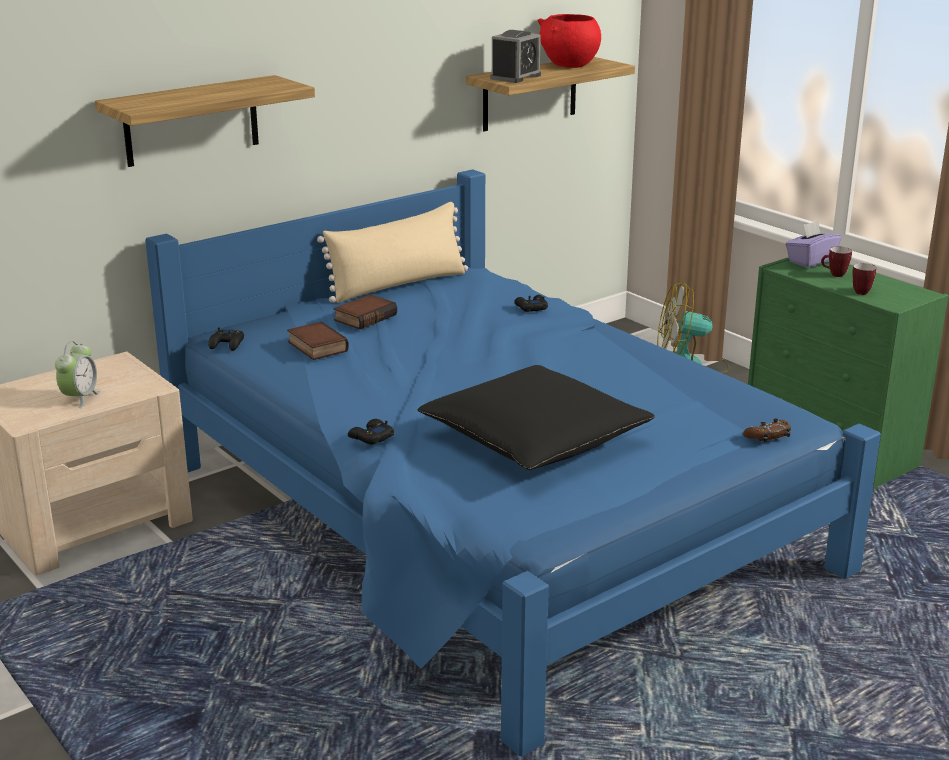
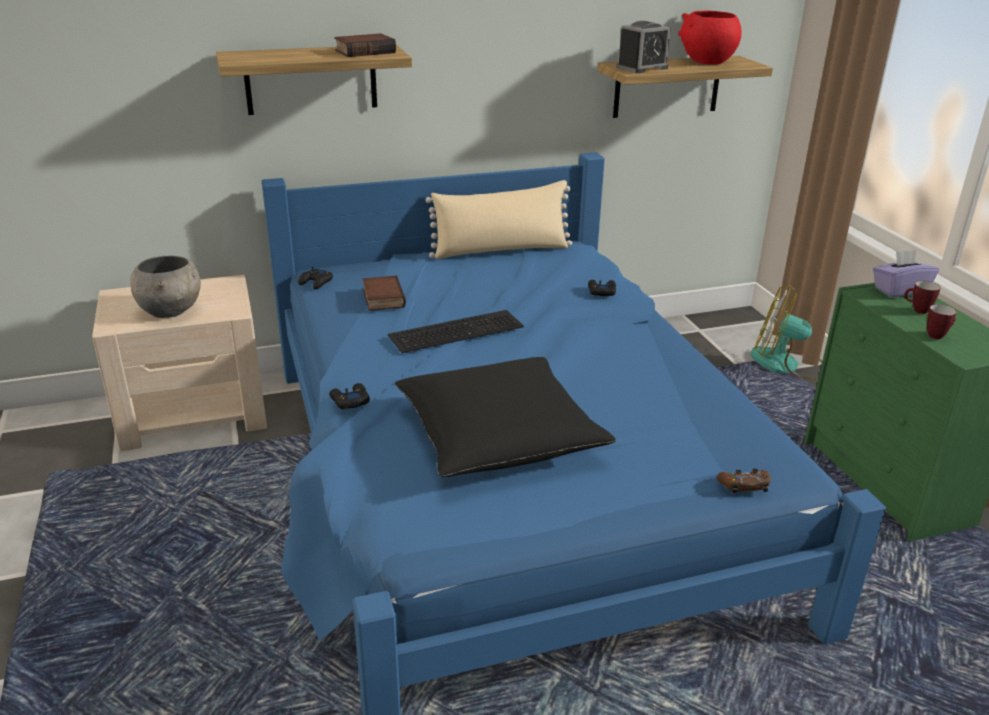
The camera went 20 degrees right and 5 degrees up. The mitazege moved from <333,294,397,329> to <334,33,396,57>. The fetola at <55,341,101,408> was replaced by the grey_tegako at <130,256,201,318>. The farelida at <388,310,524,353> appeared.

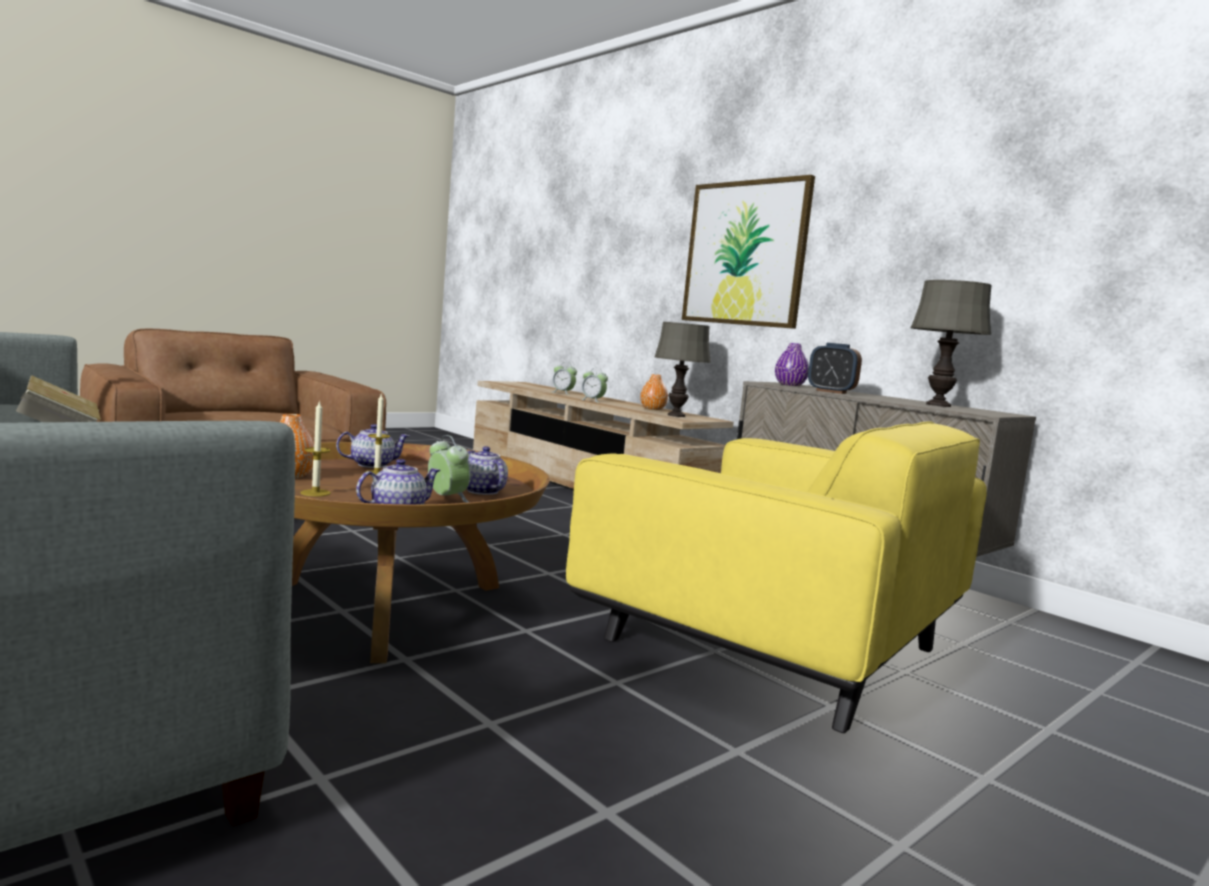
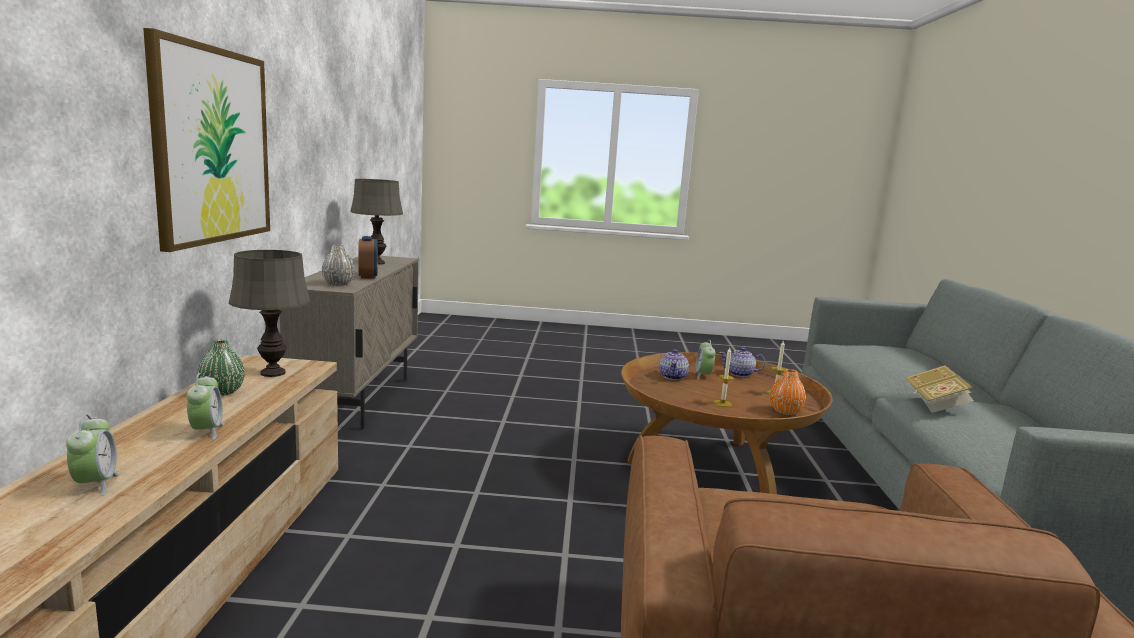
The camera went 135 degrees left and 5 degrees up. The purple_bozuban at <775,343,809,386> became the grey_bozuban at <322,245,355,286>. The orange_bozuban at <640,374,668,410> became the green_bozuban at <197,340,245,396>. The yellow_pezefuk at <566,421,987,733> disappeared. The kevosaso at <336,424,409,468> disappeared.

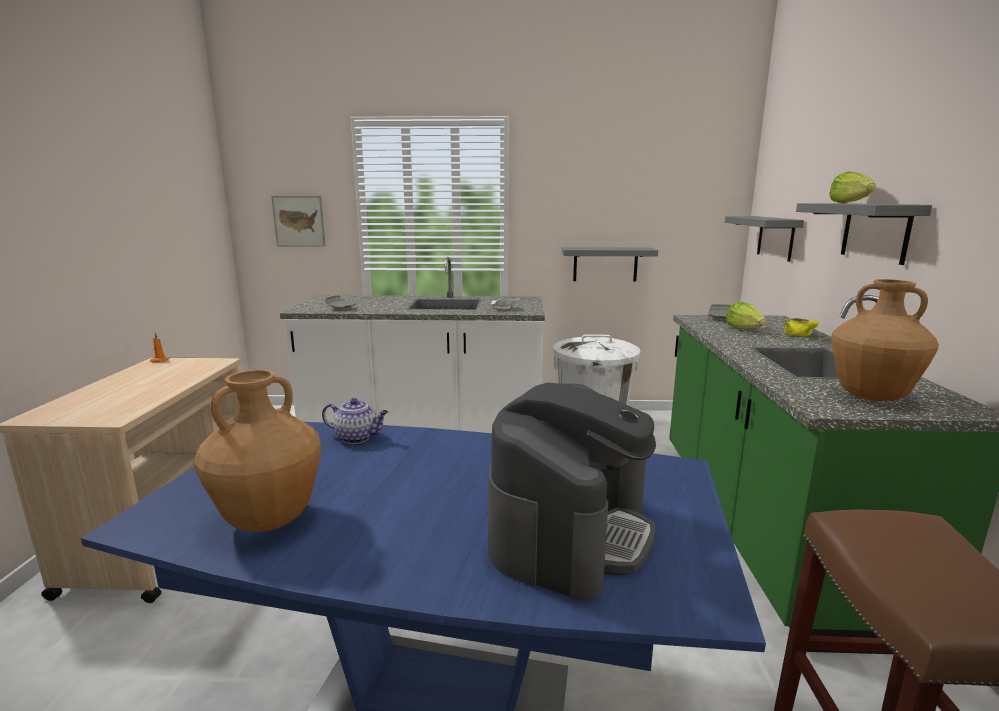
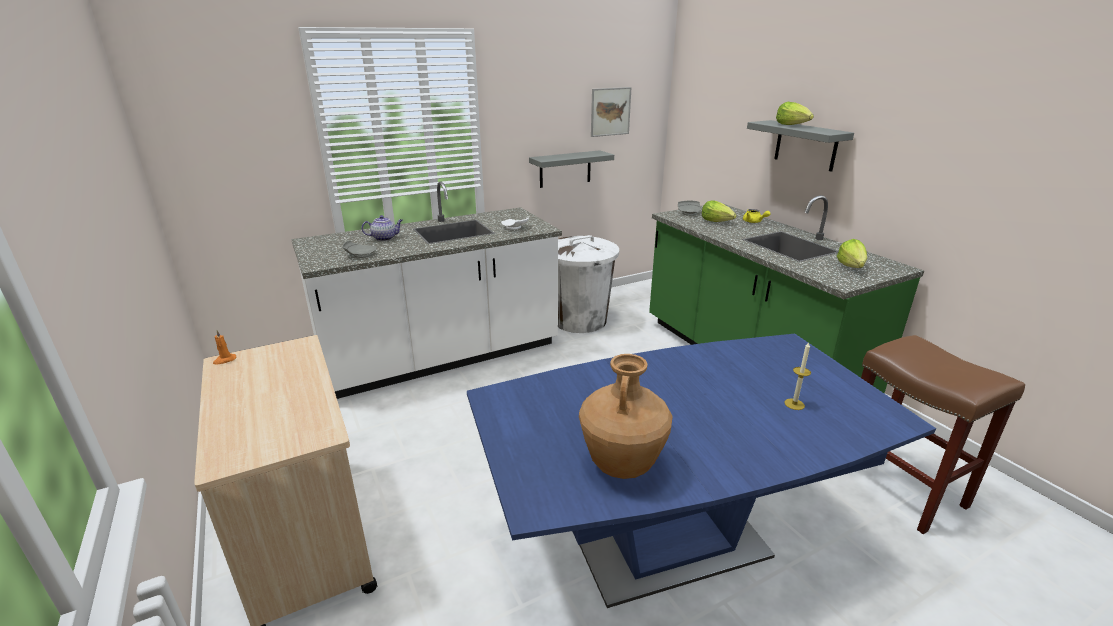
The camera went 30 degrees left and 10 degrees up. The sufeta moved from <271,196,326,247> to <591,87,632,137>. The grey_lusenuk at <725,216,804,262> disappeared. The brown_bozuban at <831,279,939,401> was replaced by the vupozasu at <837,239,867,268>. The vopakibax at <488,383,656,601> was replaced by the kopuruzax at <784,342,811,410>. The kevosaso moved from <322,398,388,444> to <361,215,403,241>.

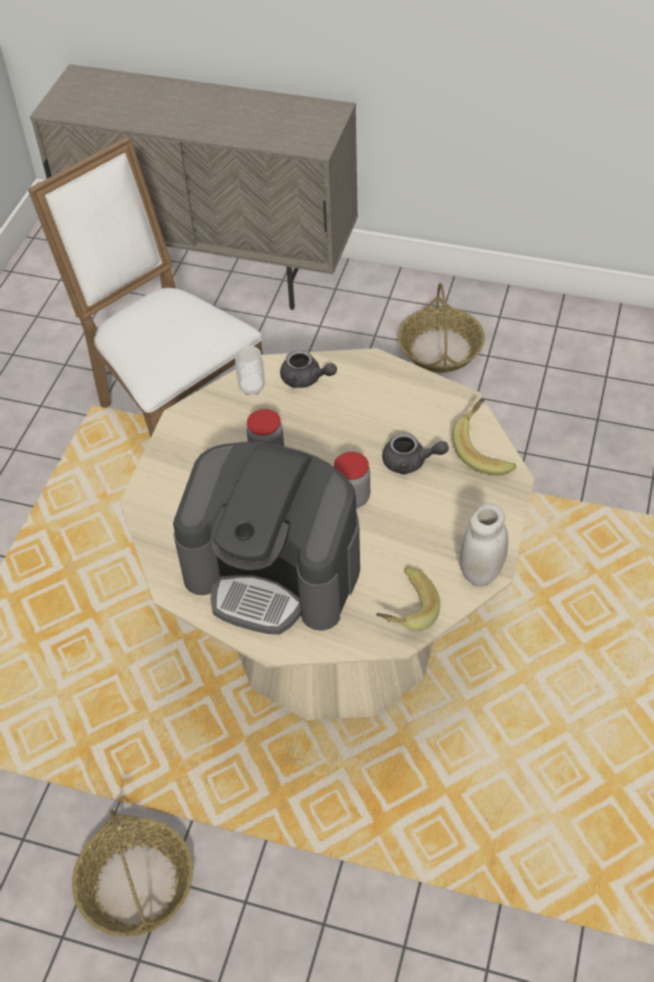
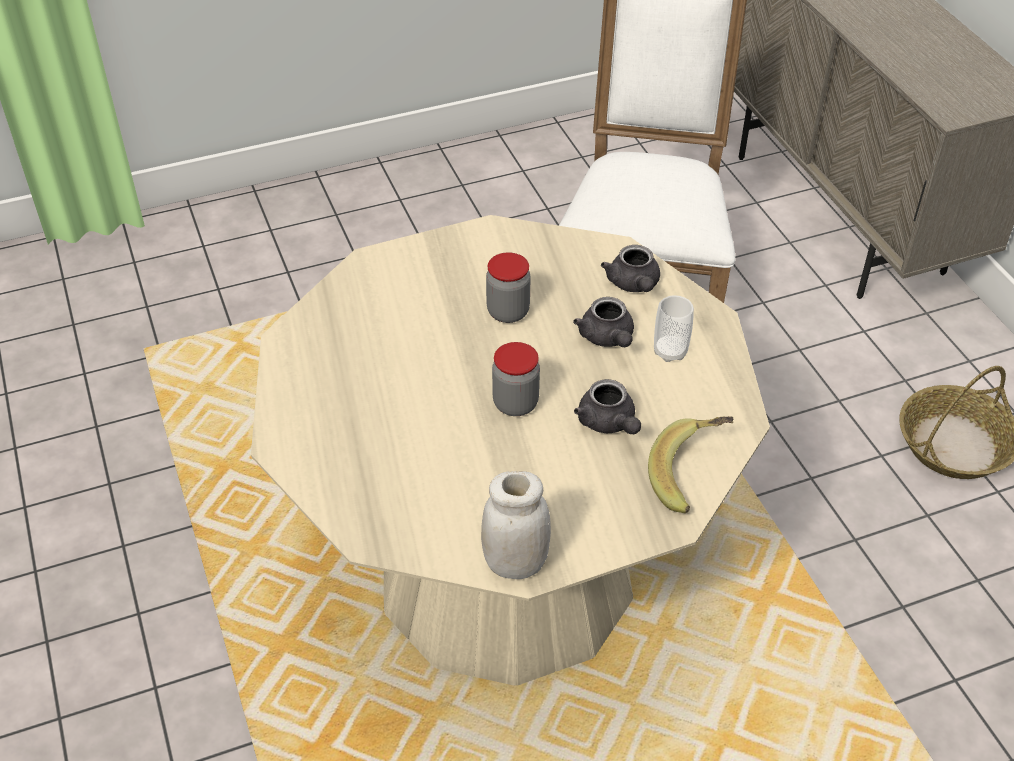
The camera went 50 degrees right and 5 degrees down. The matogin moved from <235,346,264,395> to <654,295,694,362>. The vopakibax at <173,442,360,635> disappeared. The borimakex at <376,567,440,631> disappeared. The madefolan at <72,809,193,937> disappeared. The grey_kevosaso at <573,297,634,347> appeared.

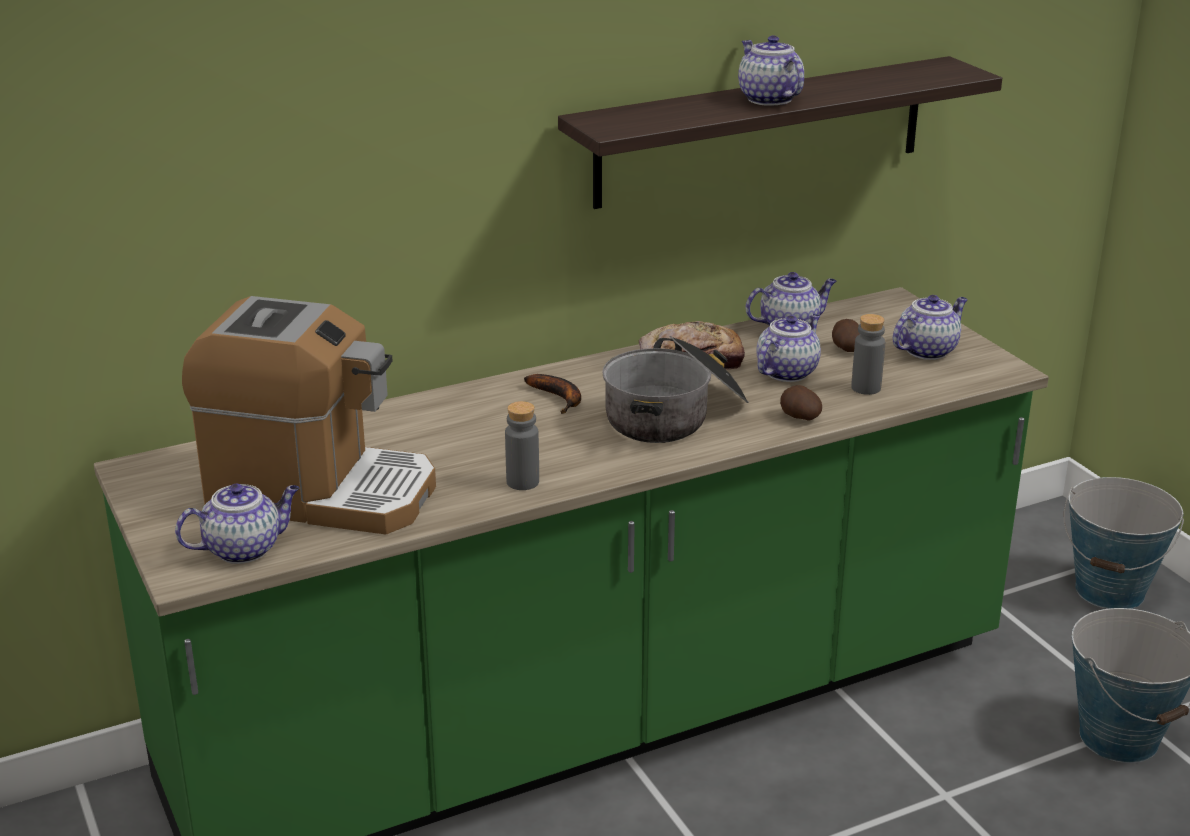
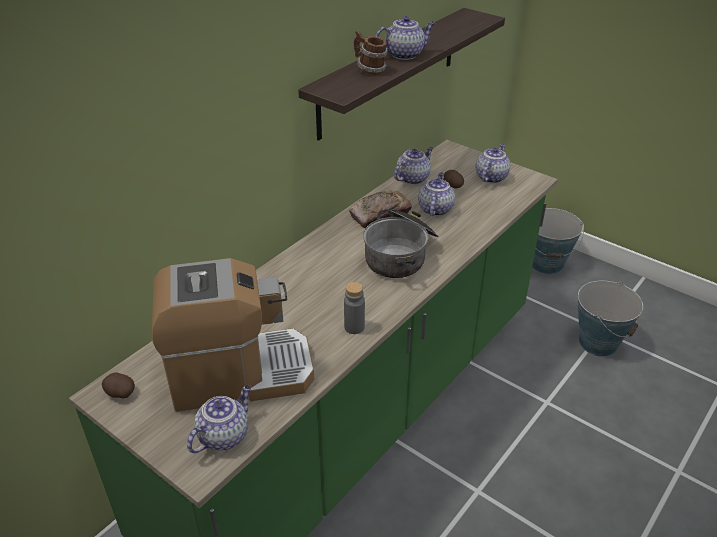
The camera went 25 degrees left and 10 degrees up. The kevosaso at <738,35,804,106> turned 120 degrees clockwise. The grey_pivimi at <851,314,885,395> disappeared. The borimakex at <524,374,581,414> disappeared. The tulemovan moved from <780,385,822,421> to <102,372,135,399>. The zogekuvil at <354,30,388,75> appeared.

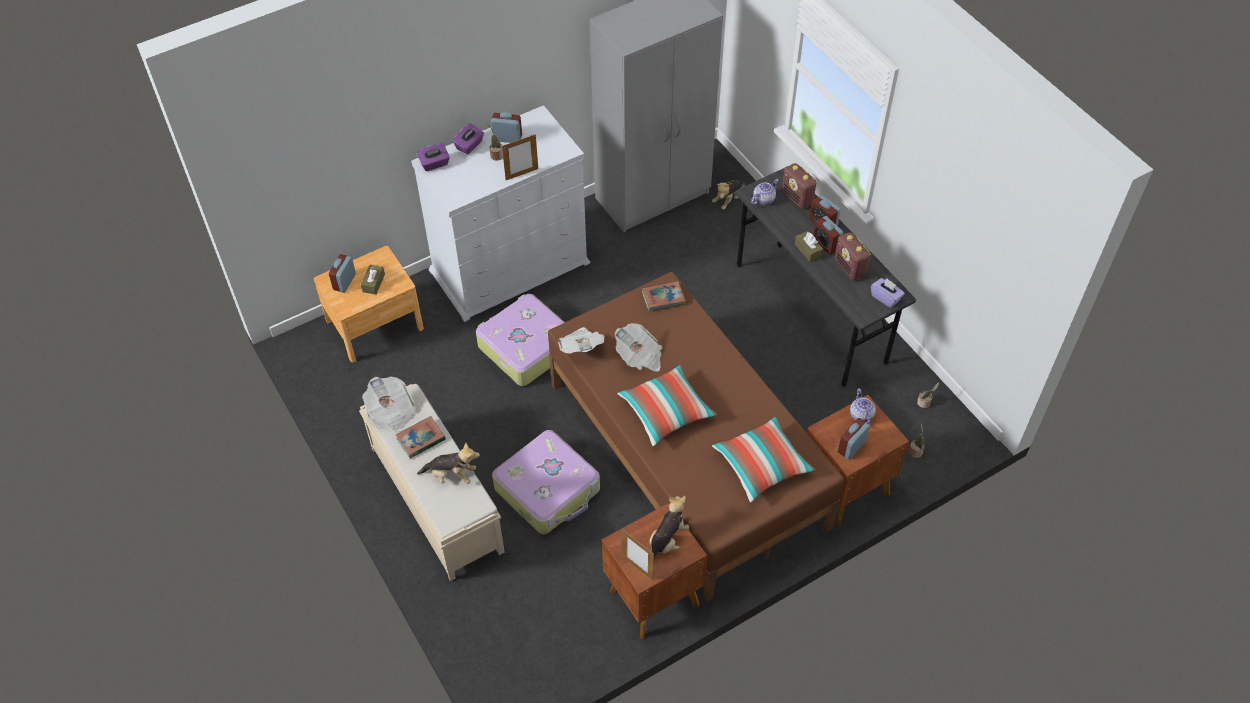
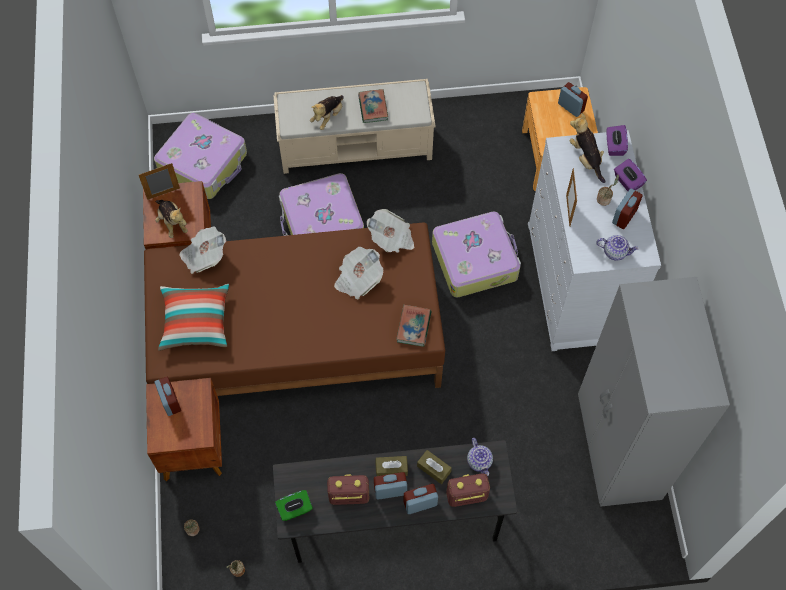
The camera went 115 degrees right and 10 degrees up. The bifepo moved from <712,180,745,210> to <570,113,606,183>. The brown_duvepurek moved from <361,265,385,295> to <417,450,452,484>. The purple_duvepurek at <871,278,905,308> became the green_duvepurek at <275,490,313,521>. The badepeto at <617,365,717,447> disappeared. The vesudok moved from <362,377,416,432> to <179,226,226,274>. The kevosaso moved from <850,388,876,425> to <596,235,639,261>. The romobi at <154,113,247,199> appeared.

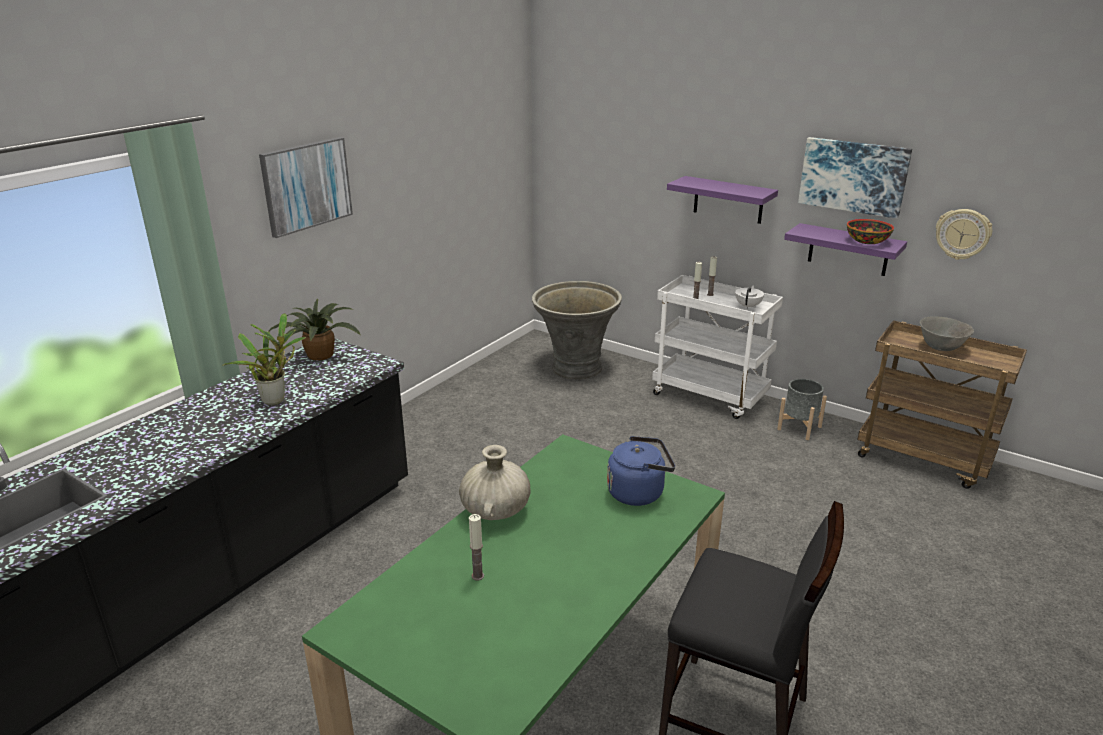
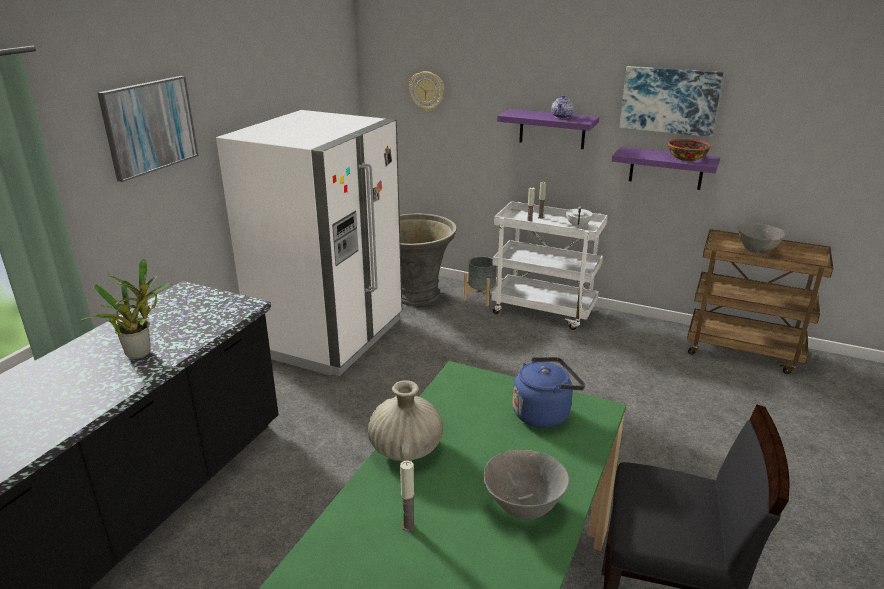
The camera went 10 degrees left and 0 degrees up. The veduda moved from <936,209,992,260> to <409,71,444,112>. The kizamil at <268,299,360,361> disappeared. The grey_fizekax moved from <777,379,827,440> to <464,256,498,306>. The kevosaso at <551,95,574,119> appeared. The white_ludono at <216,110,402,376> appeared. The grey_tegako at <483,450,569,519> appeared.

